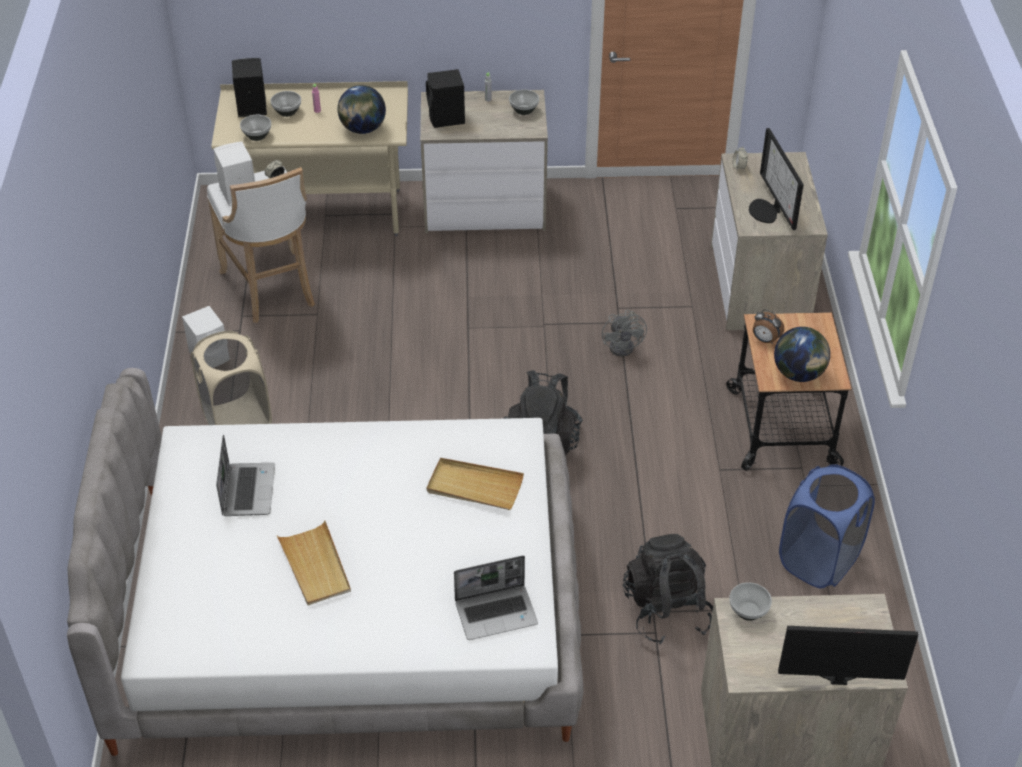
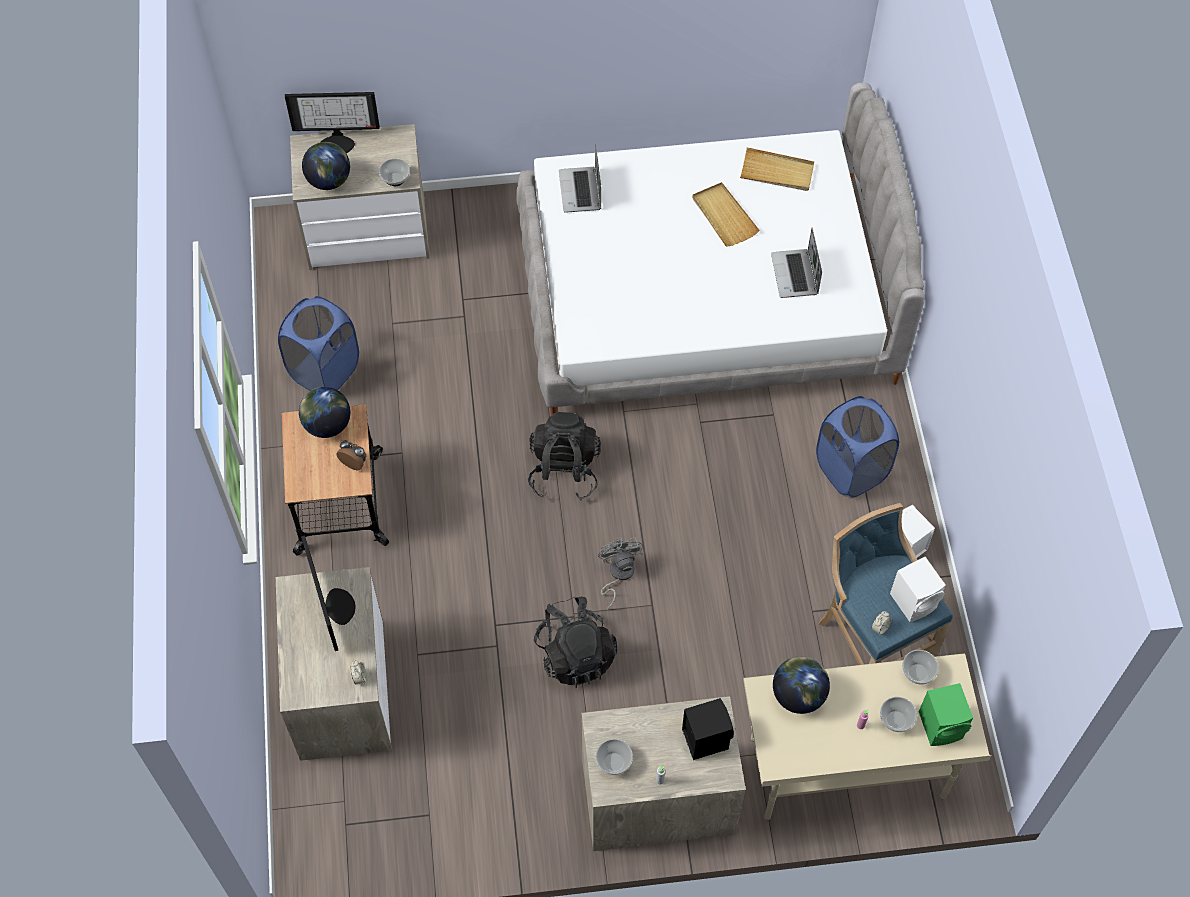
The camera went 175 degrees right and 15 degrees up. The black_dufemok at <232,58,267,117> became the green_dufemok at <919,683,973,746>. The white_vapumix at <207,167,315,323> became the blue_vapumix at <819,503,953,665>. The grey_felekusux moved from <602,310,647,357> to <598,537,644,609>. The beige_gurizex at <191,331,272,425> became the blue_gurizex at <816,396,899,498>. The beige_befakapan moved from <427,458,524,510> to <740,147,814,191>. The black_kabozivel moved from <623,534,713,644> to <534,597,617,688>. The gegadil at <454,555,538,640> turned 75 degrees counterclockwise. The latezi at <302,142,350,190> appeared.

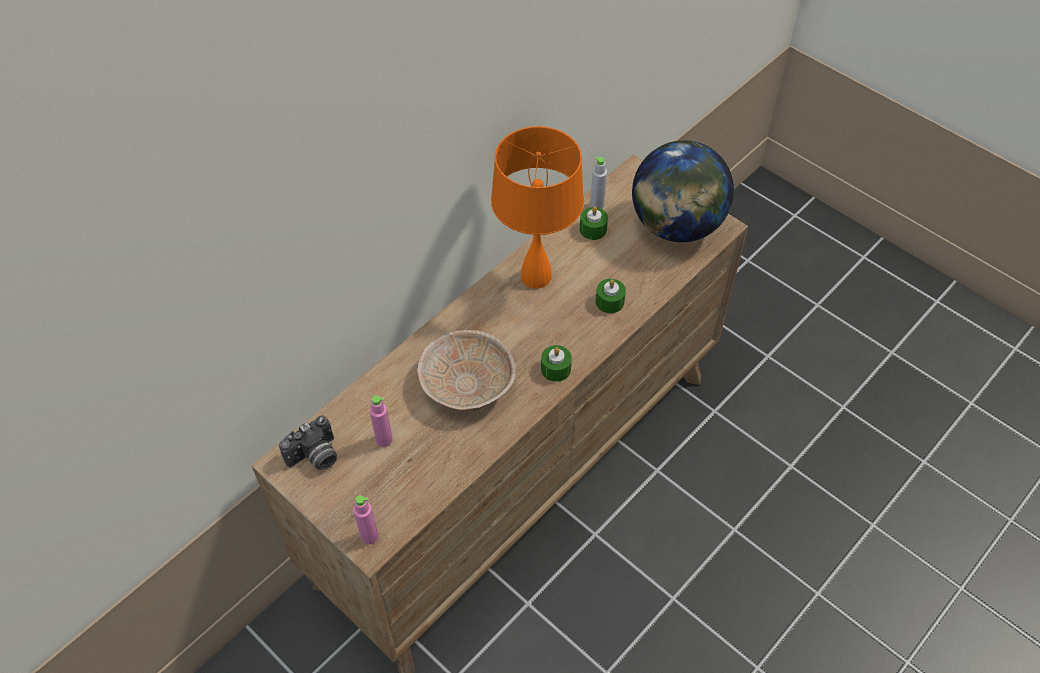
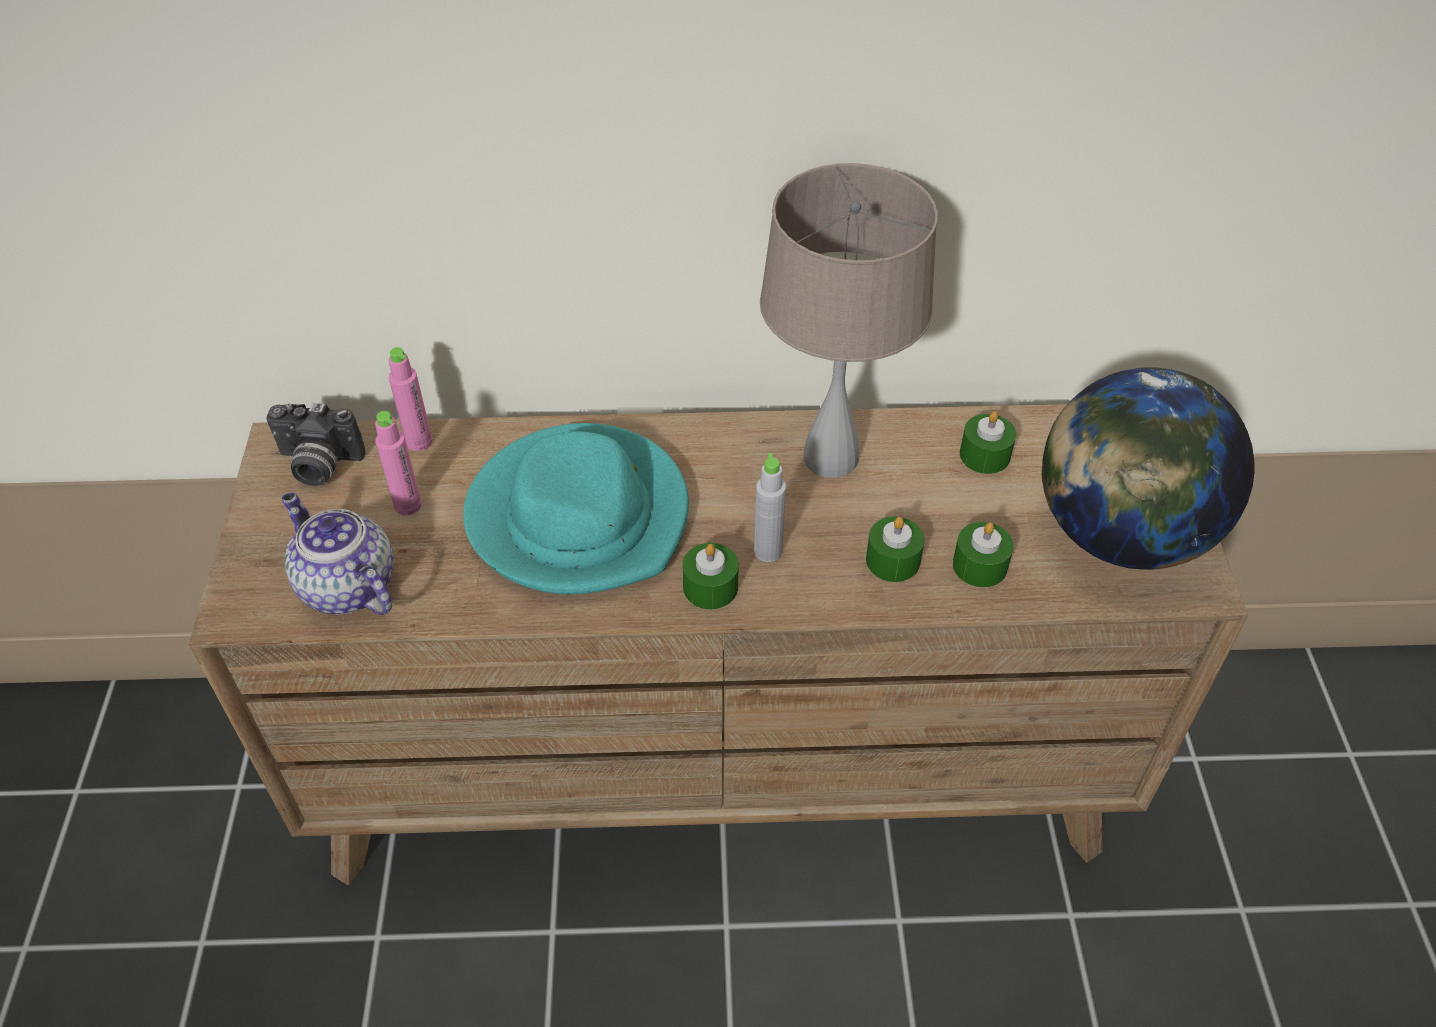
The camera went 45 degrees right and 5 degrees down. The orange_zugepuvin at <491,126,584,289> became the beige_zugepuvin at <760,163,938,478>. The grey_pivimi moved from <590,157,607,209> to <754,453,786,562>. The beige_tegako at <417,330,516,410> was replaced by the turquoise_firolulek at <463,423,689,594>. The pink_pivimi moved from <353,495,379,545> to <389,347,432,451>. The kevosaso at <282,493,393,615> appeared. The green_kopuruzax at <953,522,1014,588> appeared.

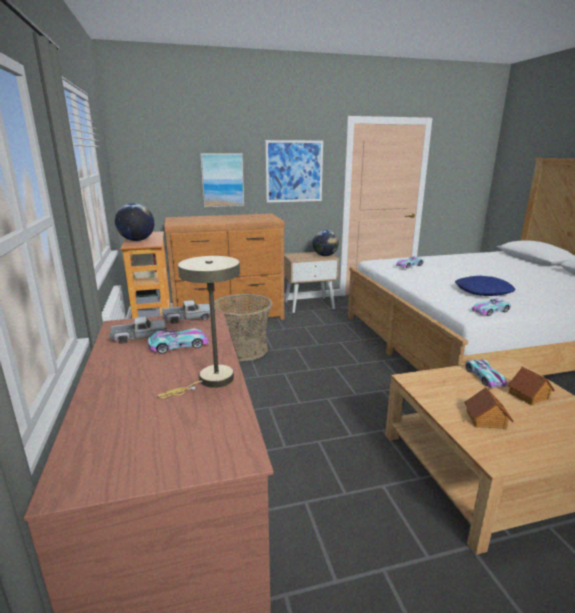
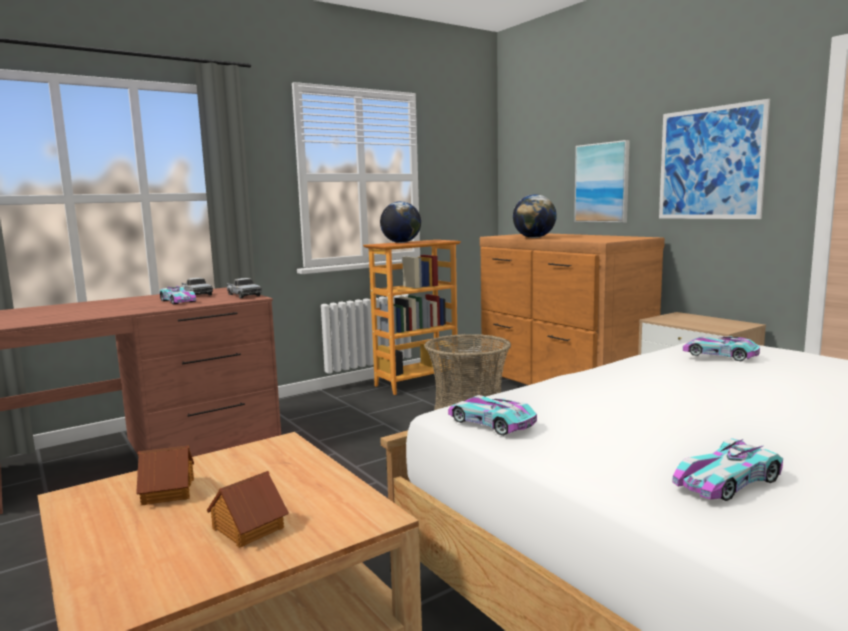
The camera went 70 degrees right and 10 degrees down. The latezi moved from <313,230,339,256> to <513,194,557,238>. The beige_zugepuvin at <157,256,240,398> disappeared. The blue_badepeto at <455,276,515,296> disappeared. The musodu moved from <465,360,507,388> to <672,438,783,501>.

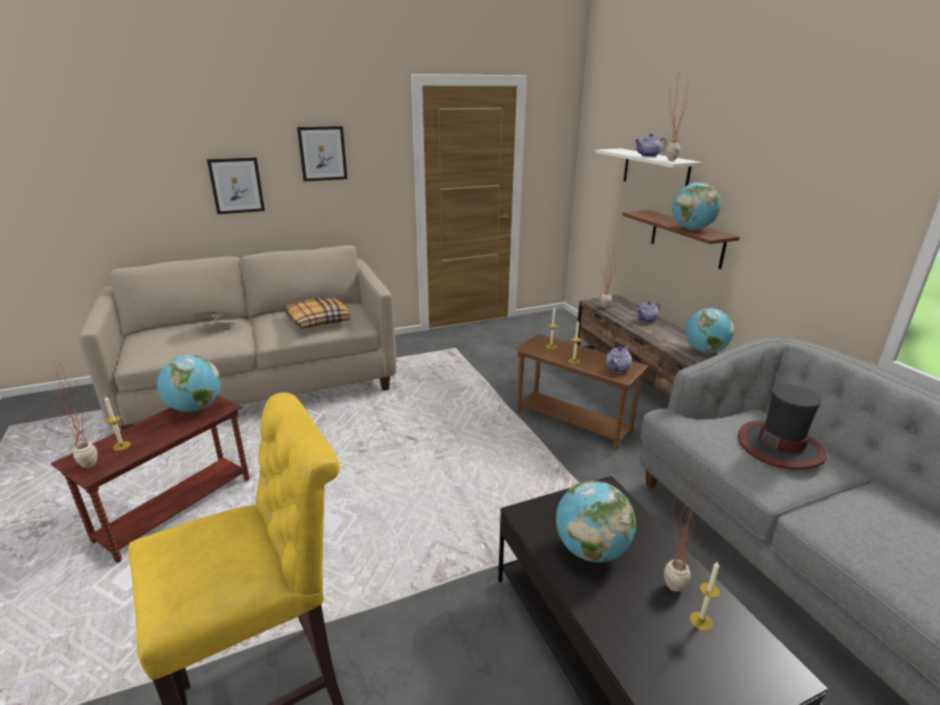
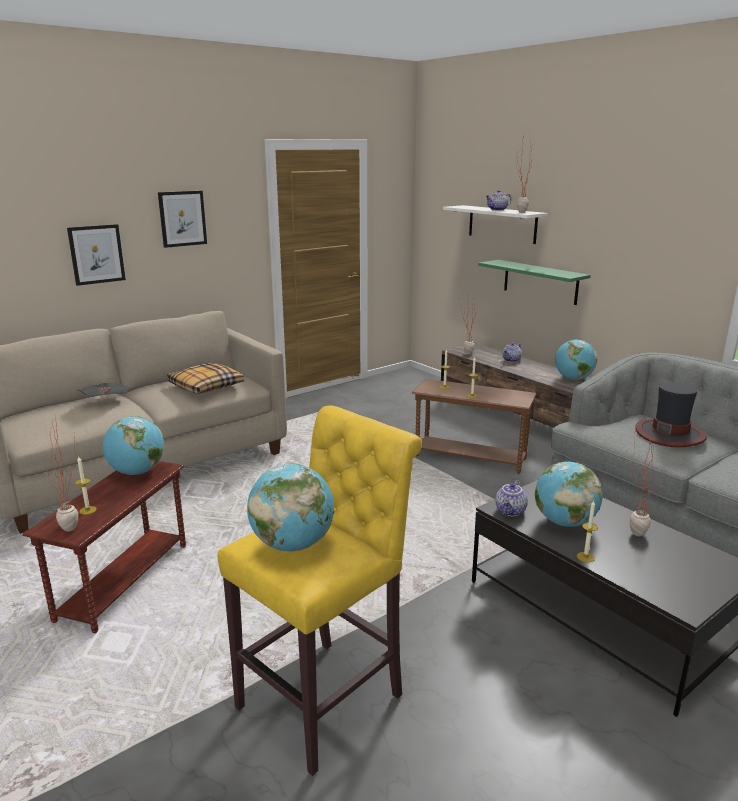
The camera went 15 degrees left and 5 degrees down. The latezi moved from <672,182,721,230> to <247,463,334,551>. The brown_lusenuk at <622,210,739,269> became the green_lusenuk at <478,260,591,305>. The kevosaso moved from <606,346,632,373> to <495,480,528,516>. The kopuruzax moved from <690,562,720,631> to <577,501,598,562>.

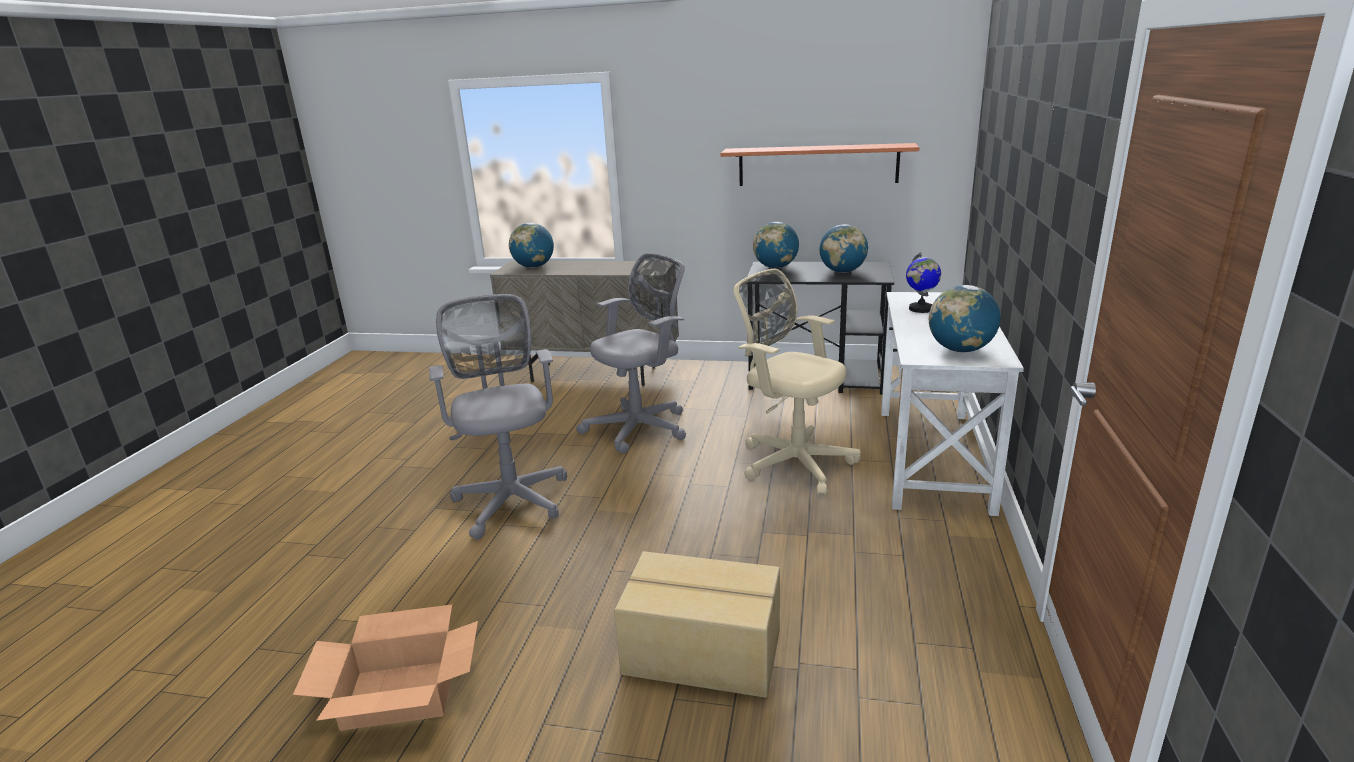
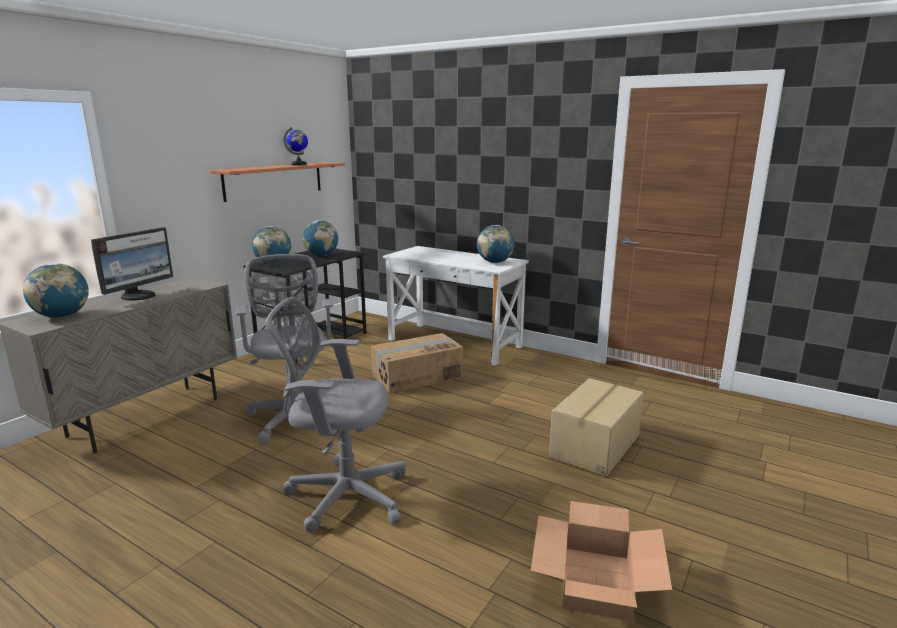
The camera went 70 degrees left and 5 degrees down. The latezi moved from <906,252,941,313> to <283,127,308,165>. The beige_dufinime at <734,269,861,496> was replaced by the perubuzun at <371,333,463,393>. The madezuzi at <91,227,173,300> appeared.

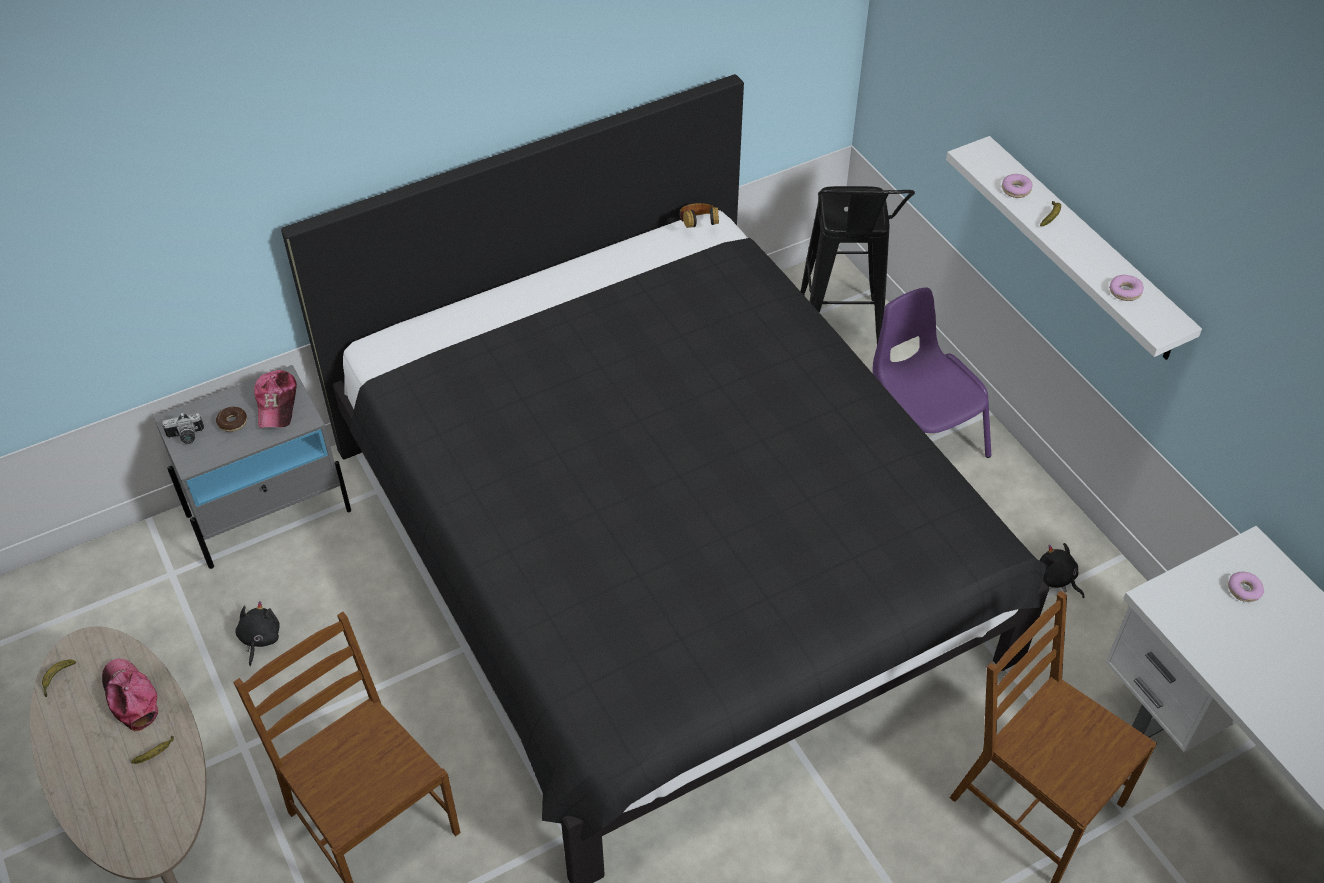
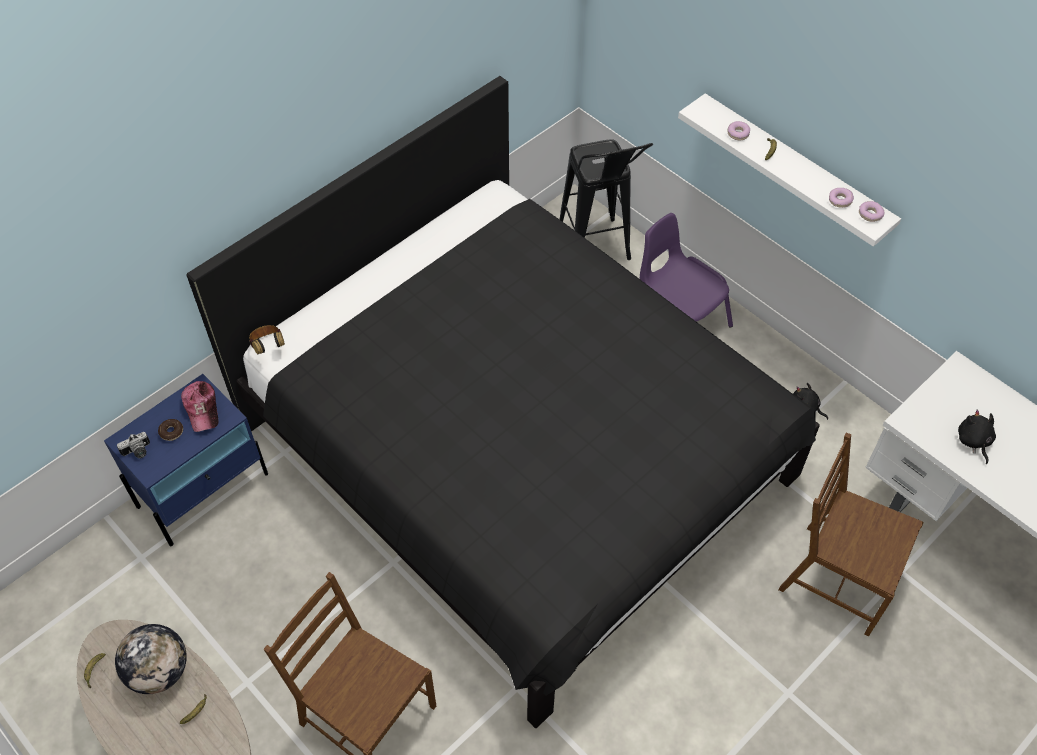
The camera went 15 degrees left and 5 degrees up. The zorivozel moved from <679,203,719,228> to <249,325,285,354>. The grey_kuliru at <153,365,351,569> became the blue_kuliru at <104,374,268,546>. The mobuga moved from <1228,572,1264,602> to <859,201,885,222>. The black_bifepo moved from <236,601,280,666> to <958,409,996,464>. The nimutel at <102,658,158,732> was replaced by the latezi at <115,624,187,694>.

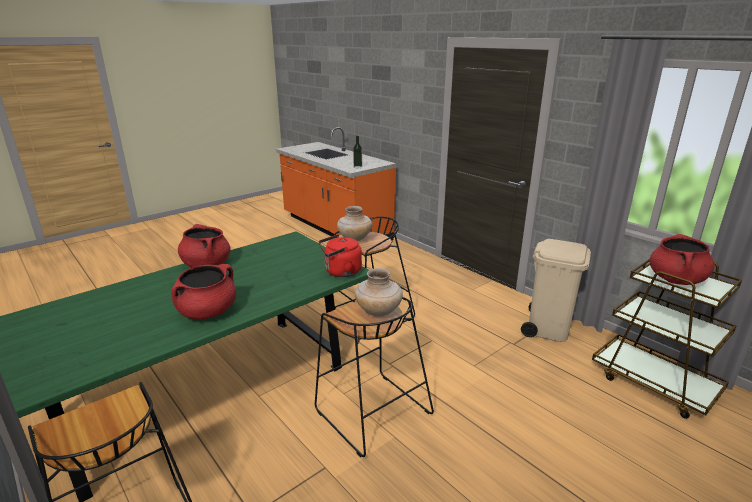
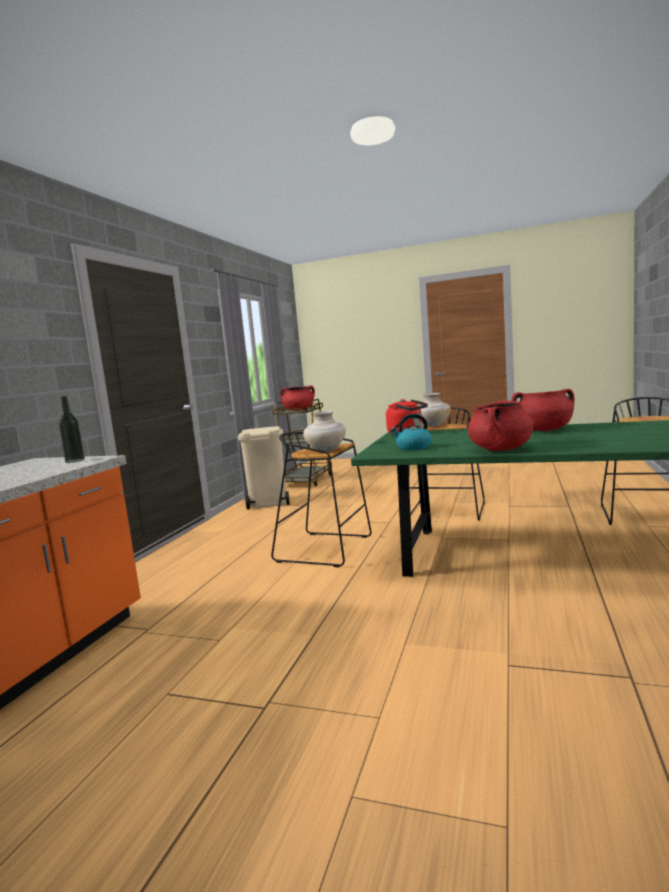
The camera went 120 degrees left and 15 degrees down. The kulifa at <390,414,432,450> appeared.

